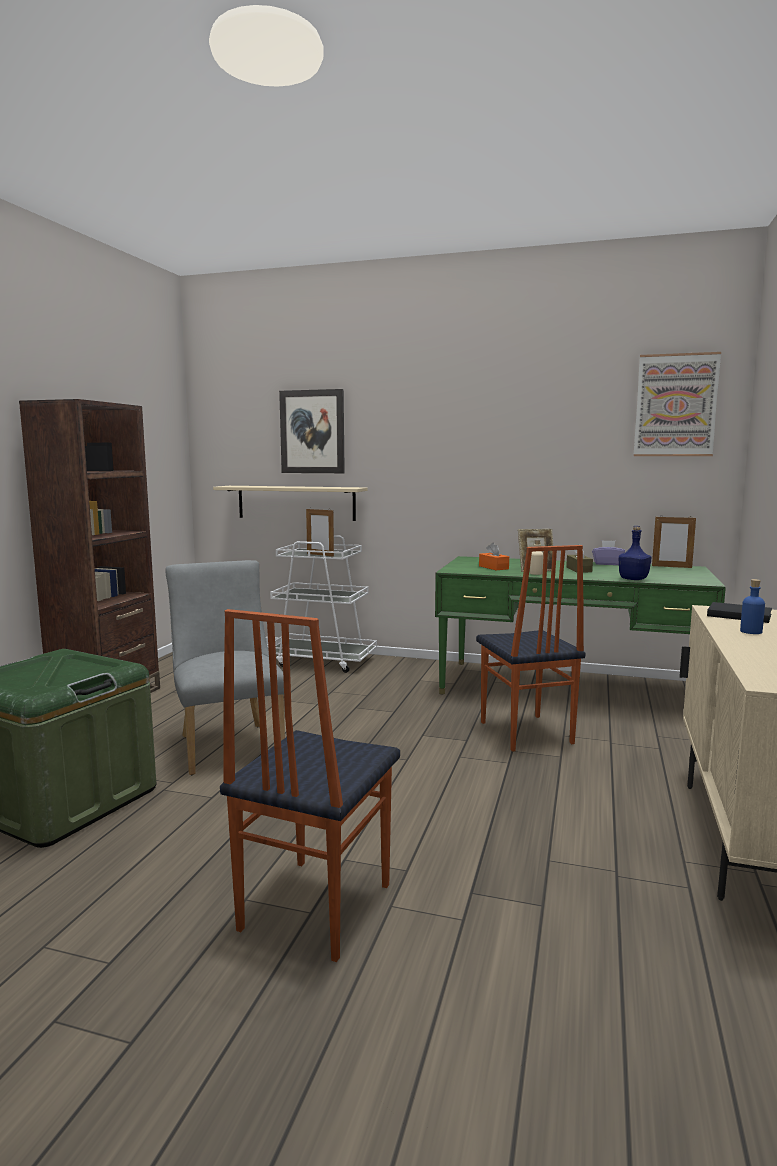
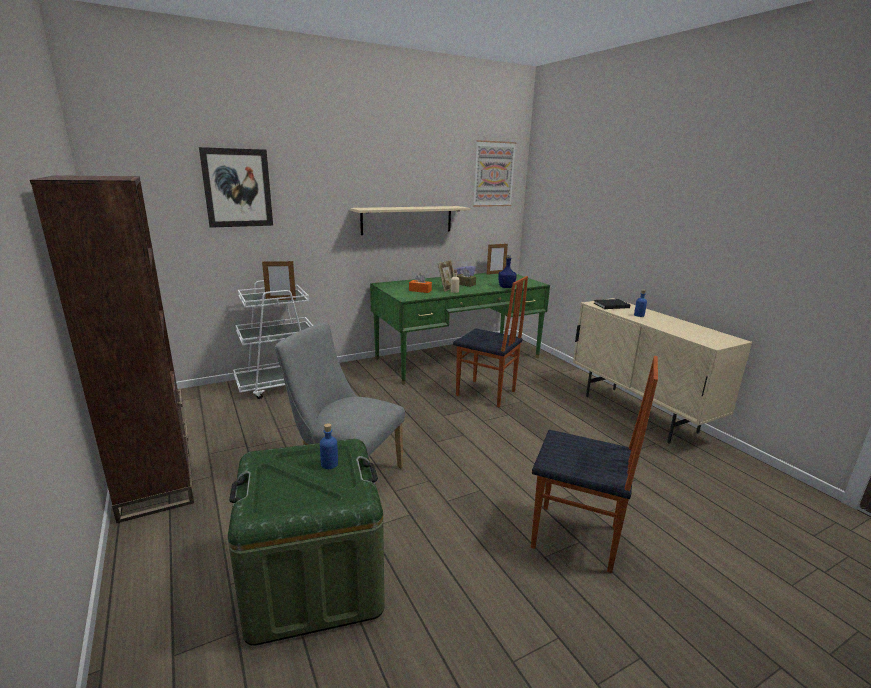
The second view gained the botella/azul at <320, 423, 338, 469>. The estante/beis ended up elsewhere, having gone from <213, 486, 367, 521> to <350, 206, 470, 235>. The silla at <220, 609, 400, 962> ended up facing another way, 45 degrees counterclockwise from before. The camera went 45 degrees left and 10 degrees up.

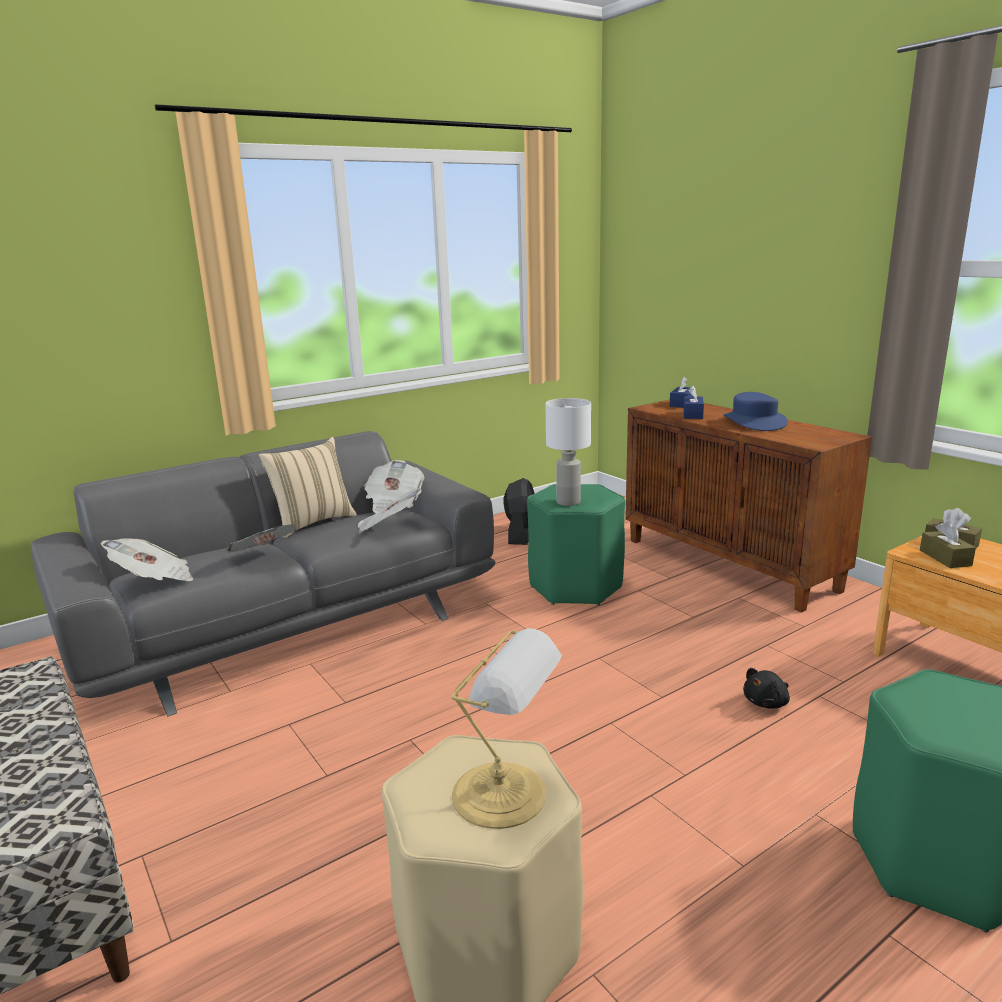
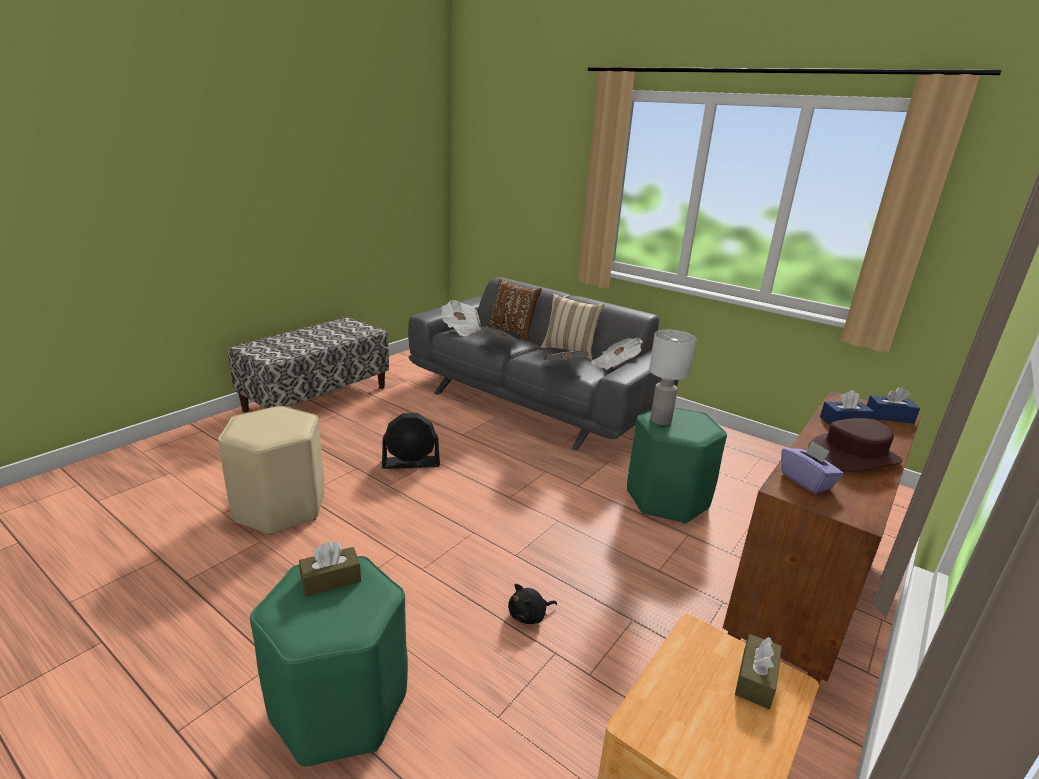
The caja de pañuelos/marrón ended up elsewhere, having gone from <920, 521, 976, 568> to <299, 541, 361, 597>. The ventilador/negro ended up elsewhere, having gone from <503, 478, 535, 545> to <382, 413, 440, 469>. The second view gained the cojín/marrón at <487, 279, 542, 341>. The peluche/negro at <743, 668, 790, 708> ended up facing another way, 60 degrees counterclockwise from before. The second view gained the caja de pañuelos/morado at <781, 441, 844, 494>. What was the sombrero/azul at <724, 392, 788, 431> turned into the sombrero/marrón at <808, 418, 903, 472>. The second view lost the lámpara de mesa at <451, 628, 562, 829>. The camera went 70 degrees right and 5 degrees up.

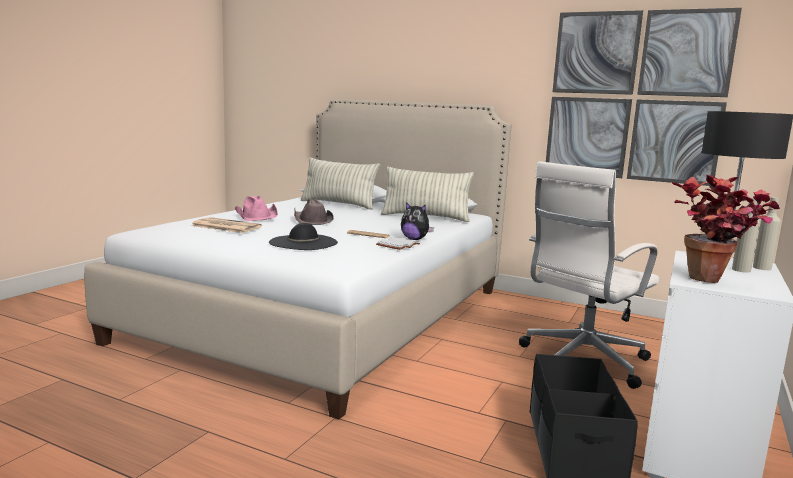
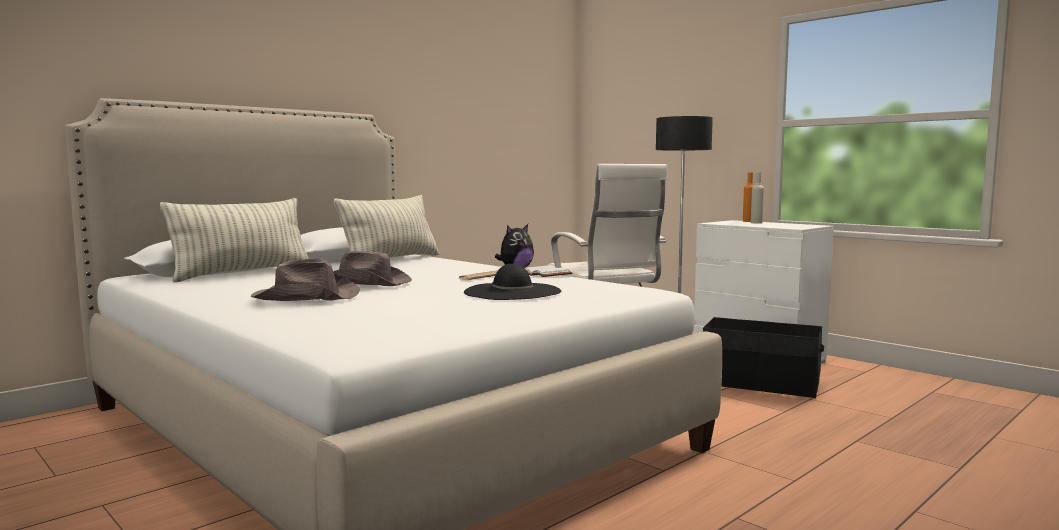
What was the sombrero/rosa at <235, 196, 278, 221> turned into the sombrero/marrón at <251, 259, 360, 301>. What was the botella/beis at <753, 197, 781, 270> turned into the botella/naranja at <743, 172, 754, 222>. The second view lost the periódico at <191, 217, 262, 233>. The second view lost the cuadro at <546, 8, 742, 186>. The second view lost the planta en maceta at <671, 174, 780, 283>. The camera went 70 degrees left and 5 degrees down.

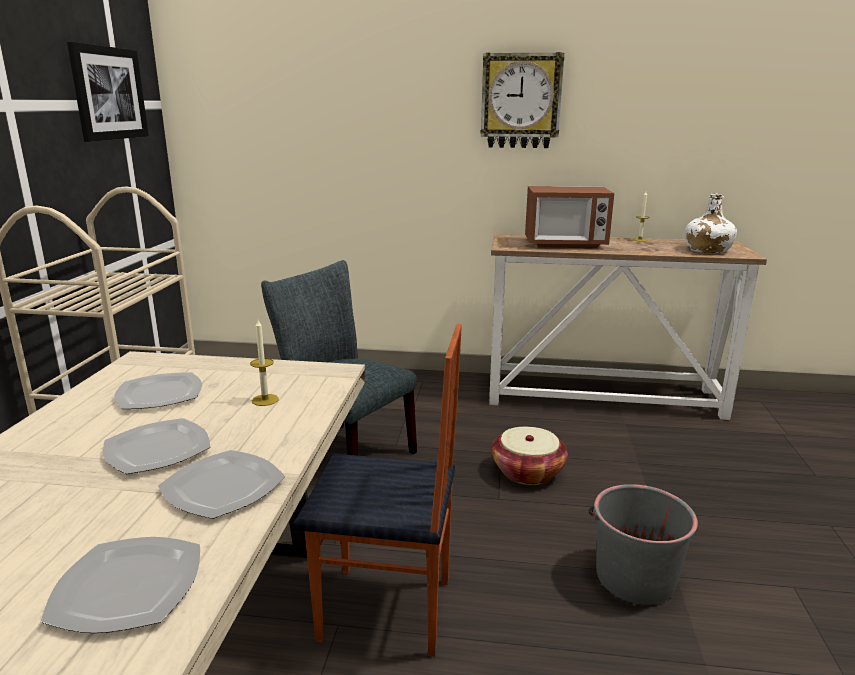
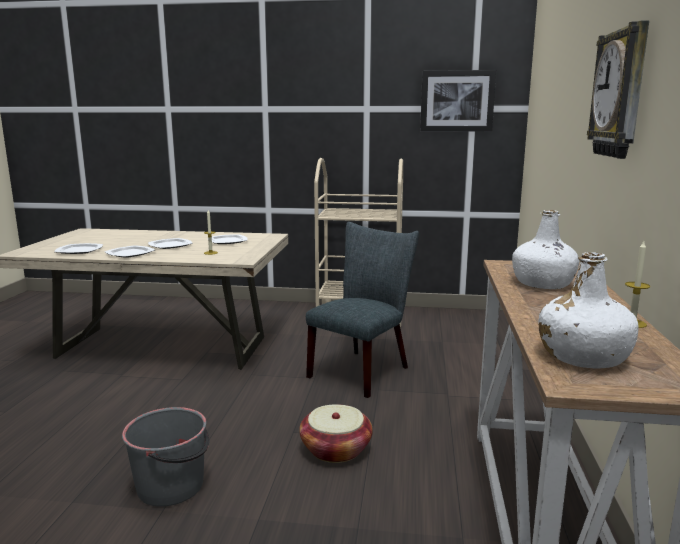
Where the microondas stood at <525, 186, 614, 248>, the botella/blanco came to stand at <512, 210, 579, 289>. The second view lost the silla at <294, 324, 462, 657>. The camera went 90 degrees right and 5 degrees down.

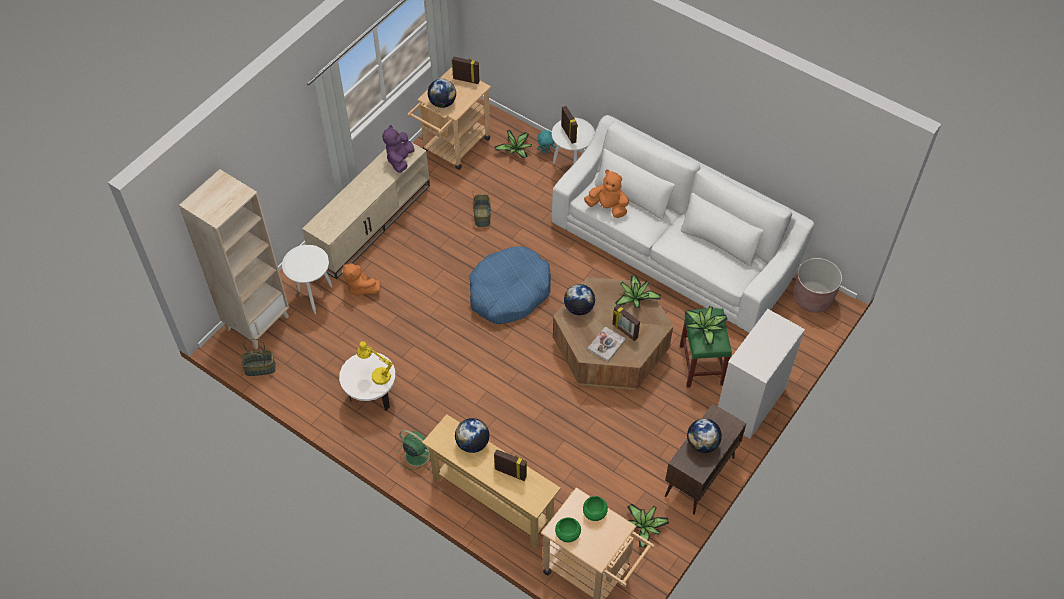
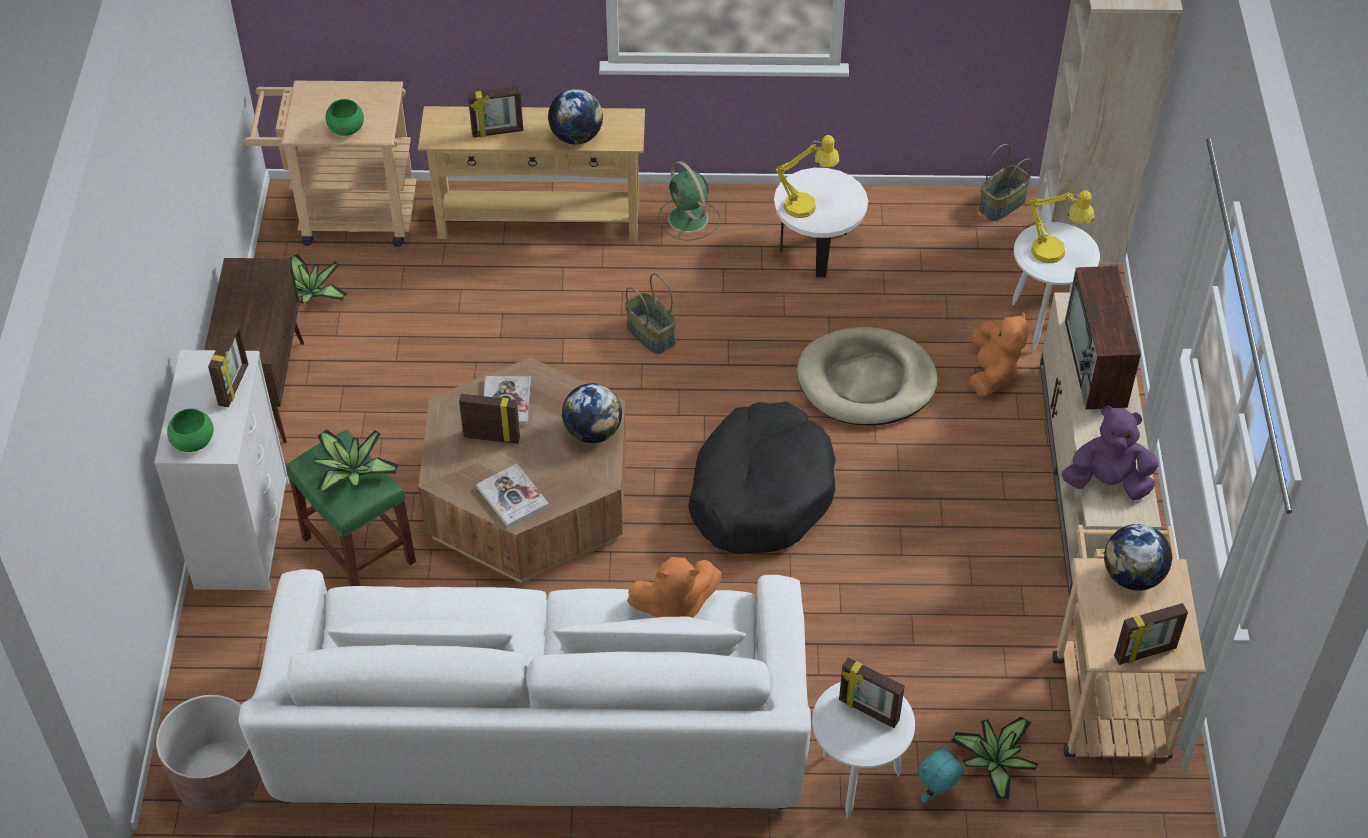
The cuenco/verde ended up elsewhere, having gone from <555, 517, 581, 542> to <167, 409, 214, 452>. The second view gained the portarretratos at <208, 323, 248, 407>. Where the planta en maceta stood at <615, 276, 661, 308>, the libro came to stand at <476, 464, 549, 528>. The cesta ended up elsewhere, having gone from <473, 190, 491, 227> to <625, 273, 676, 354>. The ventilador/verde at <397, 430, 431, 470> ended up facing another way, 60 degrees clockwise from before. What was the cama para perro/azul at <469, 246, 551, 324> turned into the cama para perro/negro at <688, 402, 836, 554>. The second view gained the cama para perro/beis at <797, 327, 938, 426>. The peluche/naranja at <343, 263, 380, 296> ended up facing another way, 90 degrees clockwise from before. The second view gained the lámpara de mesa/amarillo at <1029, 190, 1095, 263>. The peluche/morado at <382, 125, 415, 173> ended up facing another way, 60 degrees counterclockwise from before. The second view gained the televisor at <1065, 266, 1141, 410>. The second view lost the globo terráqueo at <687, 419, 722, 453>. The camera went 145 degrees right and 5 degrees down.

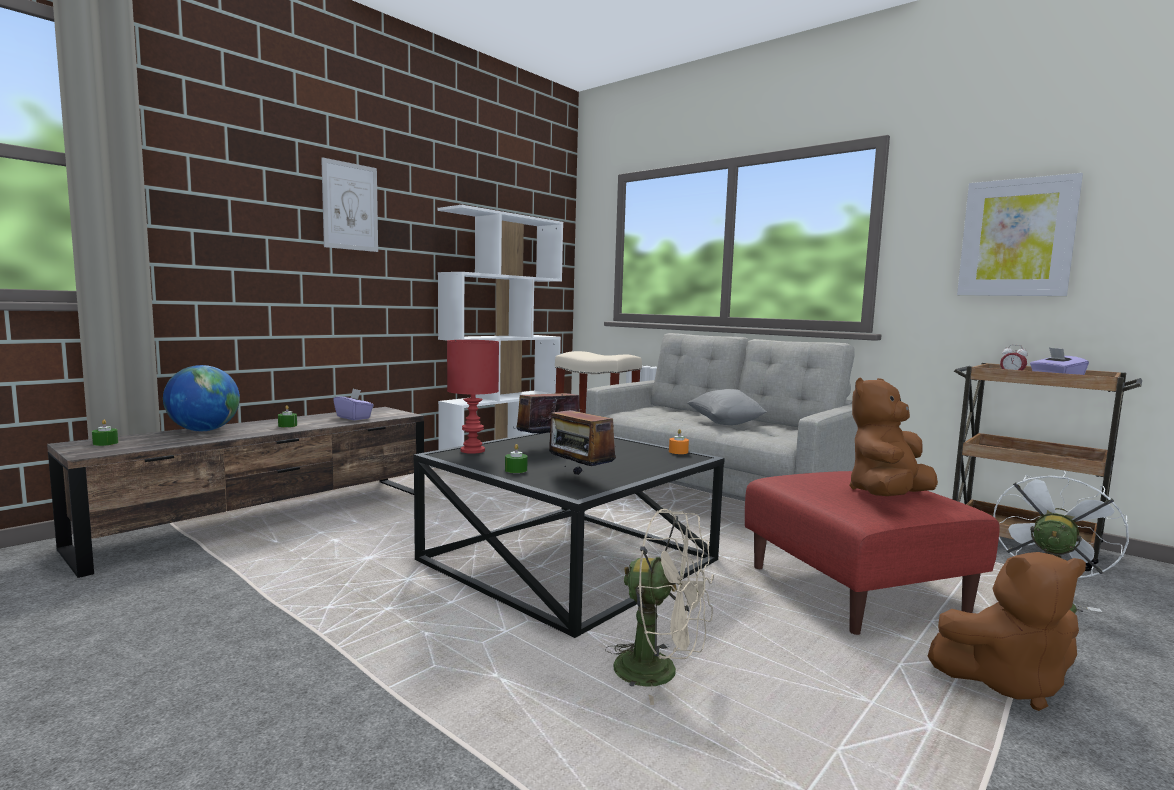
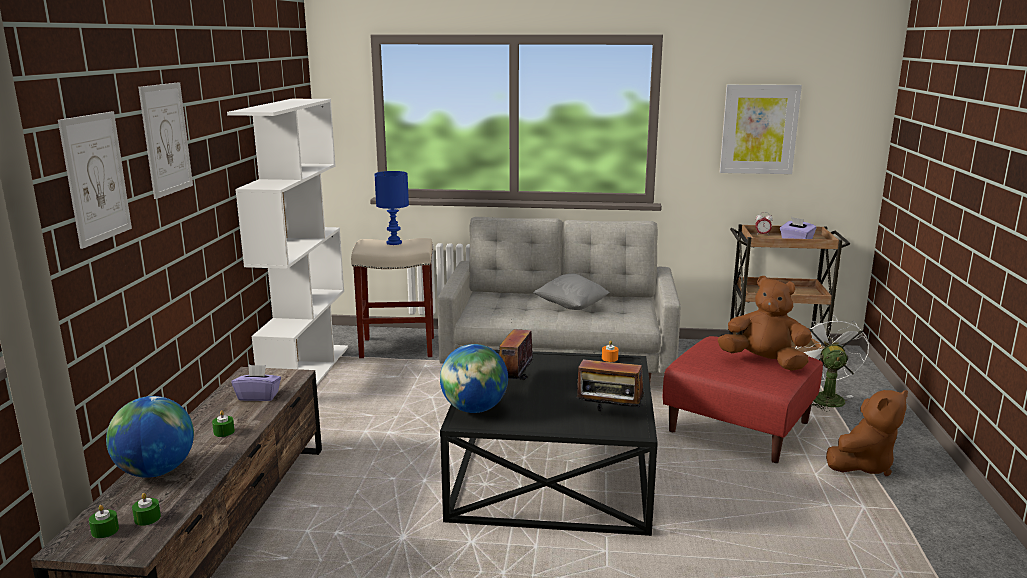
The second view gained the cuadro at <58, 111, 132, 249>. The vela/verde ended up elsewhere, having gone from <505, 444, 528, 473> to <132, 493, 161, 526>. The second view gained the lámpara de mesa/azul at <374, 171, 409, 245>. Where the lámpara de mesa/rojo stood at <447, 340, 499, 454>, the globo terráqueo came to stand at <440, 344, 508, 413>. The peluche/marrón at <849, 377, 938, 496> ended up facing another way, 105 degrees clockwise from before. The second view lost the ventilador/beis at <605, 509, 714, 705>. The camera went 35 degrees left and 10 degrees up.

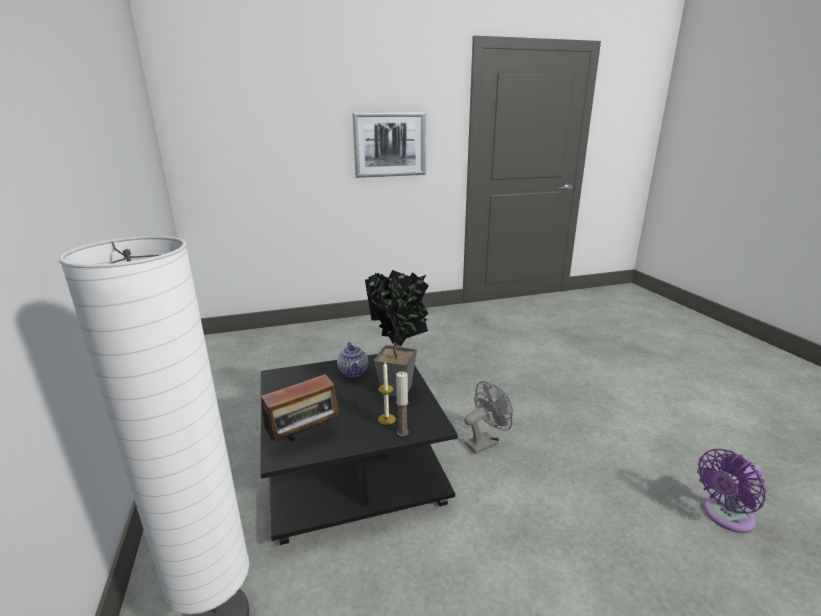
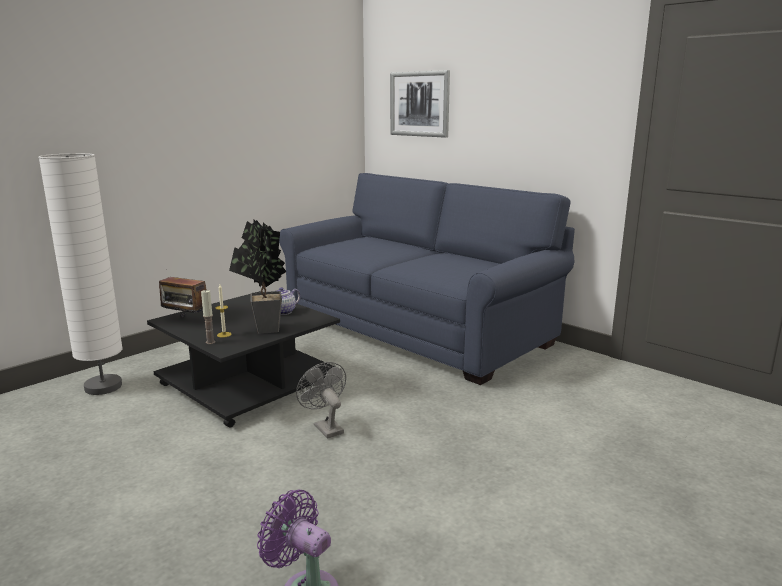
The second view gained the sofá/azul at <279, 173, 575, 385>. The ventilador/gris at <464, 381, 513, 454> ended up facing another way, 150 degrees counterclockwise from before. The cuadro ended up elsewhere, having gone from <352, 112, 426, 178> to <390, 70, 450, 138>. The camera went 60 degrees right and 5 degrees down.

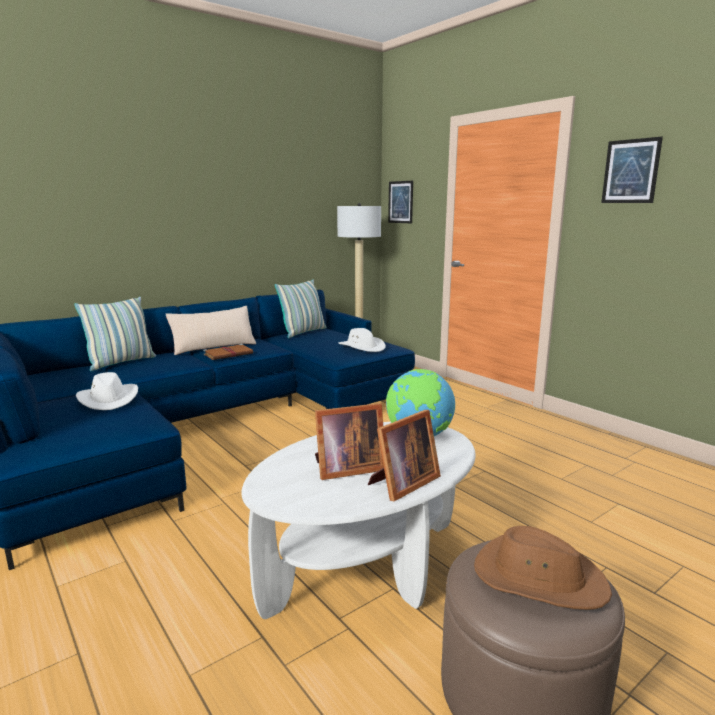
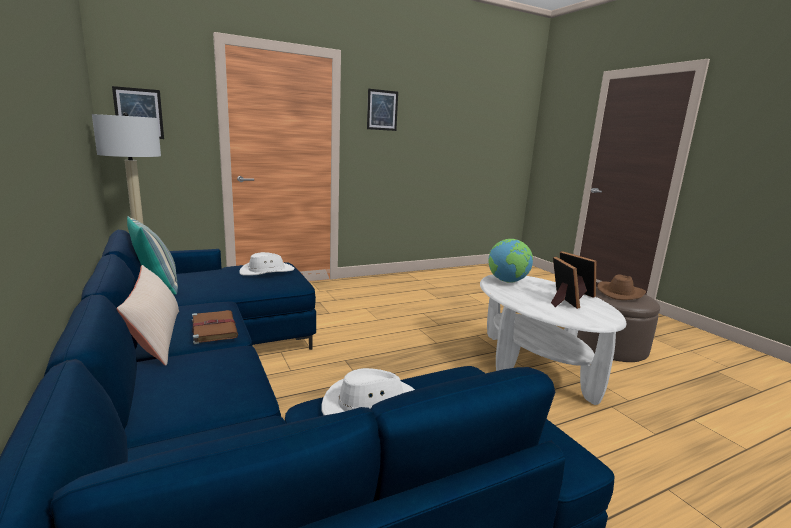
The second view lost the cojín at <74, 297, 156, 371>. The camera went 80 degrees left and 0 degrees up.

